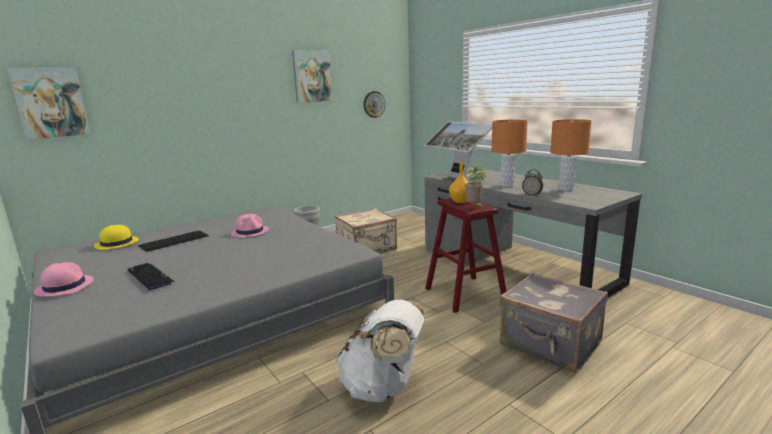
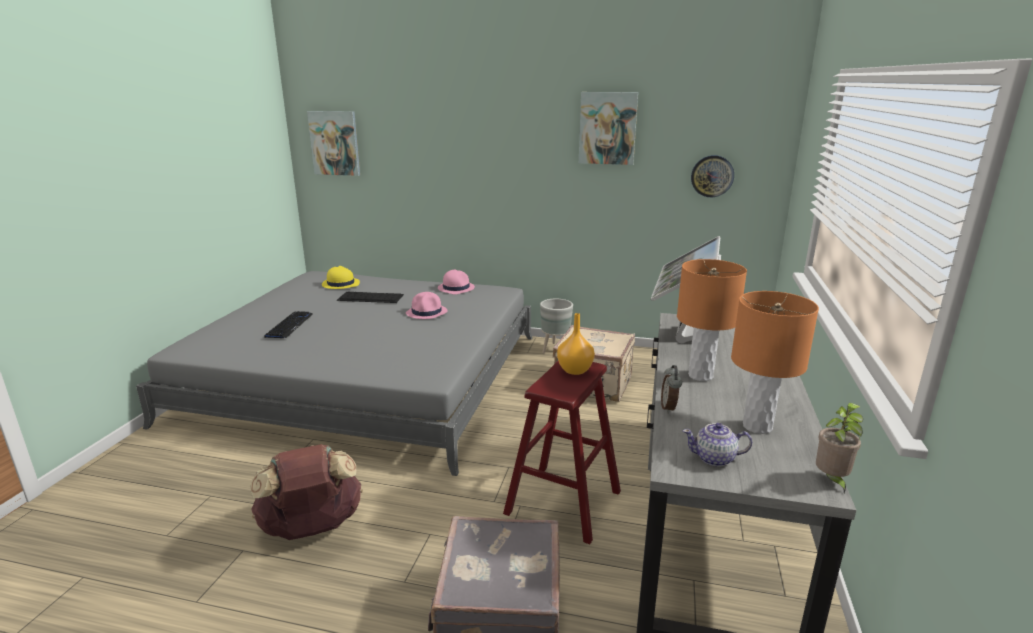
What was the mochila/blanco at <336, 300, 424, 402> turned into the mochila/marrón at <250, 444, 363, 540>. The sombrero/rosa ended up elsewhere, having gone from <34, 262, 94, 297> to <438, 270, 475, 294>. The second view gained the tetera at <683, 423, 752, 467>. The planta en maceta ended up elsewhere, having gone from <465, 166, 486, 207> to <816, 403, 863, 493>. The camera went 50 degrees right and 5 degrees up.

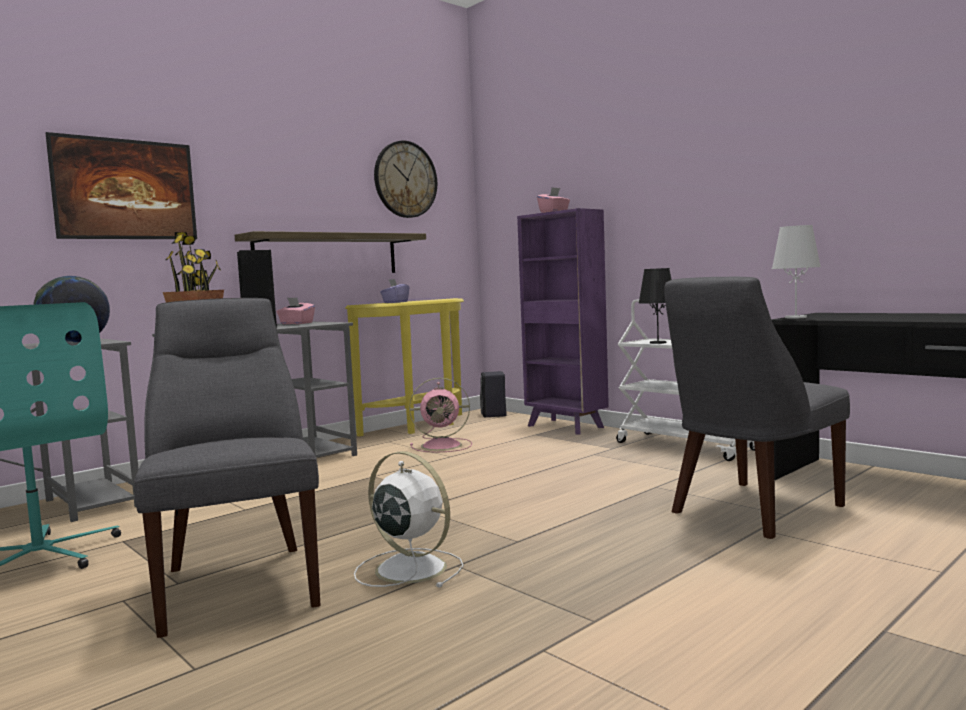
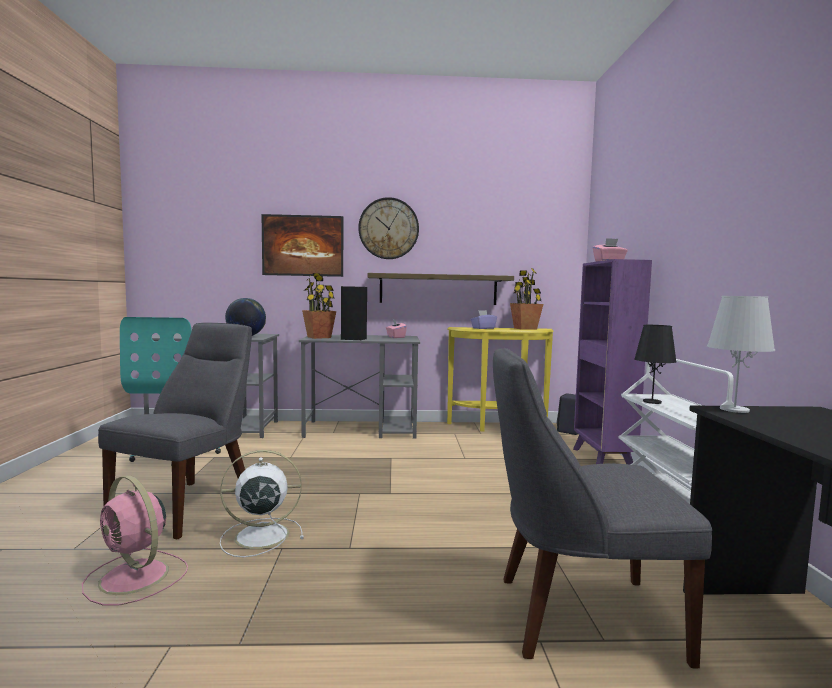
The ventilador/rosa ended up elsewhere, having gone from <409, 378, 472, 453> to <82, 475, 188, 606>. The ventilador/blanco at <354, 451, 464, 588> ended up facing another way, 90 degrees counterclockwise from before. The reloj de pared ended up elsewhere, having gone from <374, 140, 437, 218> to <358, 197, 419, 259>. The second view gained the planta en maceta at <510, 268, 543, 330>. The camera went 40 degrees right and 0 degrees up.

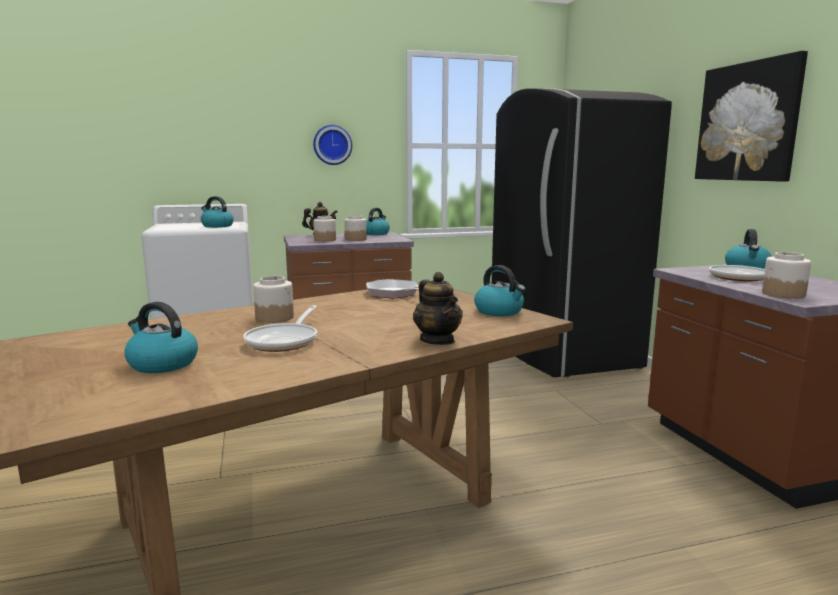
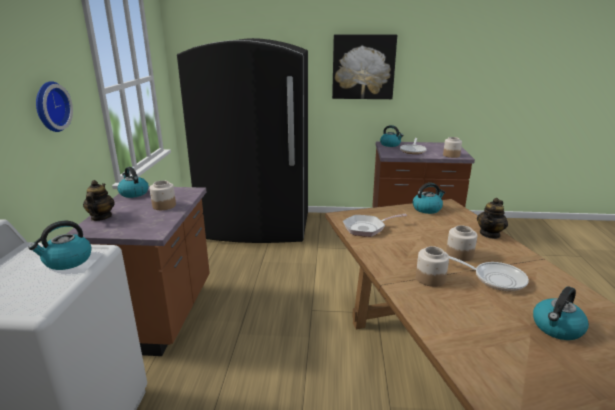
The tarro ended up elsewhere, having gone from <313, 216, 336, 242> to <446, 225, 477, 261>. The tetera at <413, 272, 463, 345> ended up facing another way, 135 degrees clockwise from before. The camera went 70 degrees left and 10 degrees up.

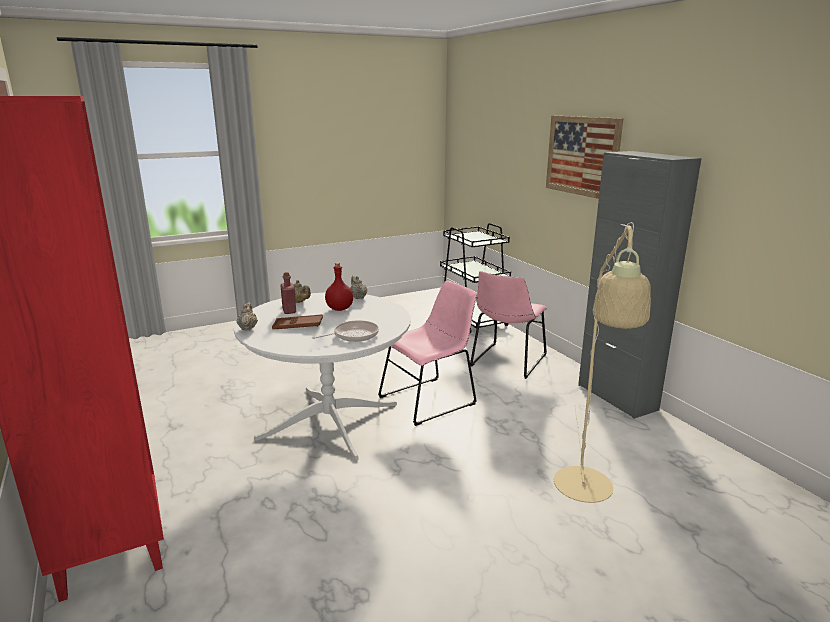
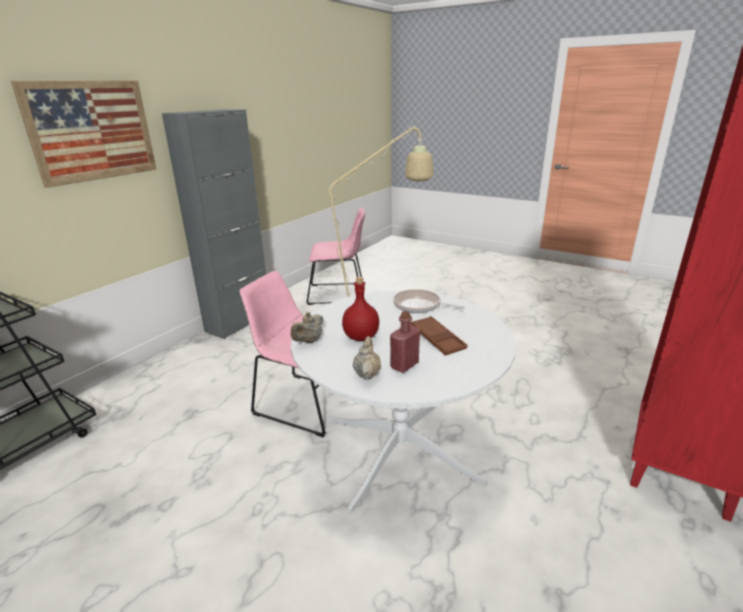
The silla/rosa ended up elsewhere, having gone from <470, 271, 547, 379> to <306, 207, 365, 305>. The second view lost the tetera/beis at <237, 302, 258, 331>. The camera went 120 degrees left and 5 degrees up.

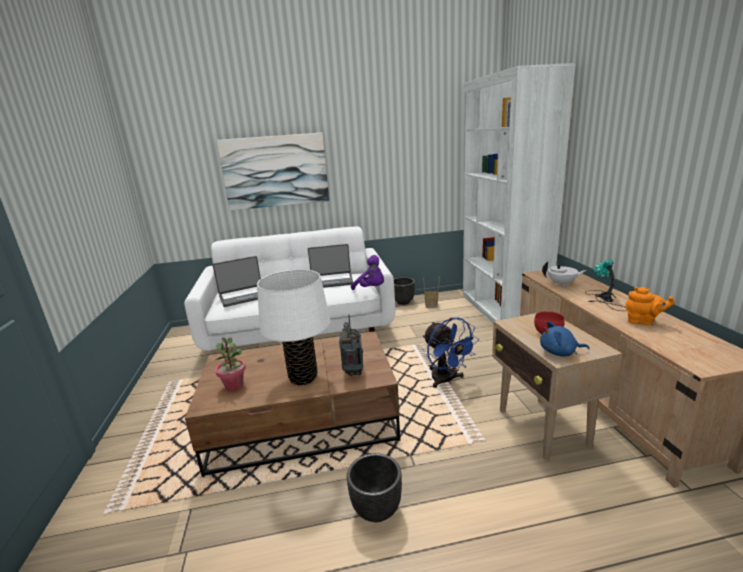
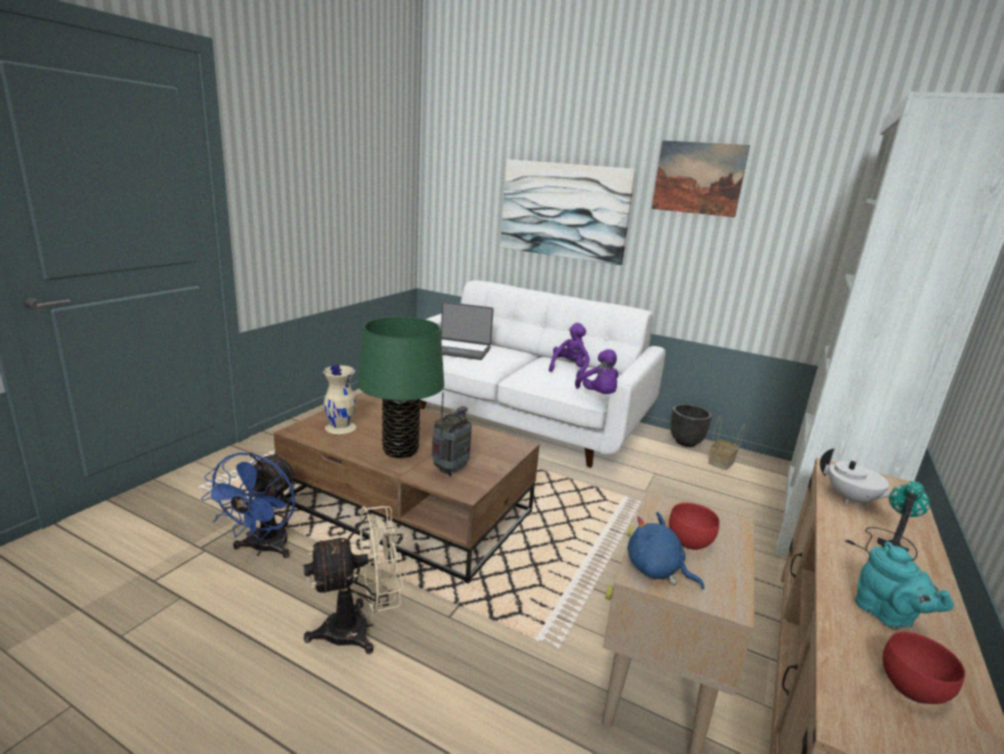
The ventilador/azul ended up elsewhere, having gone from <423, 318, 479, 388> to <201, 452, 296, 558>. Where the maceta/negro stood at <347, 453, 402, 522>, the ventilador/beis came to stand at <304, 506, 404, 654>. Where the planta en maceta stood at <215, 338, 246, 391>, the florero/beis came to stand at <323, 365, 356, 434>. What was the lámpara de mesa/blanco at <257, 269, 331, 385> turned into the lámpara de mesa/verde at <358, 317, 444, 458>. Where the portátil stood at <308, 244, 353, 288>, the peluche/morado came to stand at <549, 323, 590, 378>. The second view gained the cuadro at <652, 140, 750, 217>. What was the tetera/naranja at <625, 287, 674, 326> turned into the tetera/turquesa at <855, 542, 954, 629>. The second view gained the cuenco/rojo at <883, 632, 965, 704>. The camera went 35 degrees right and 0 degrees up.

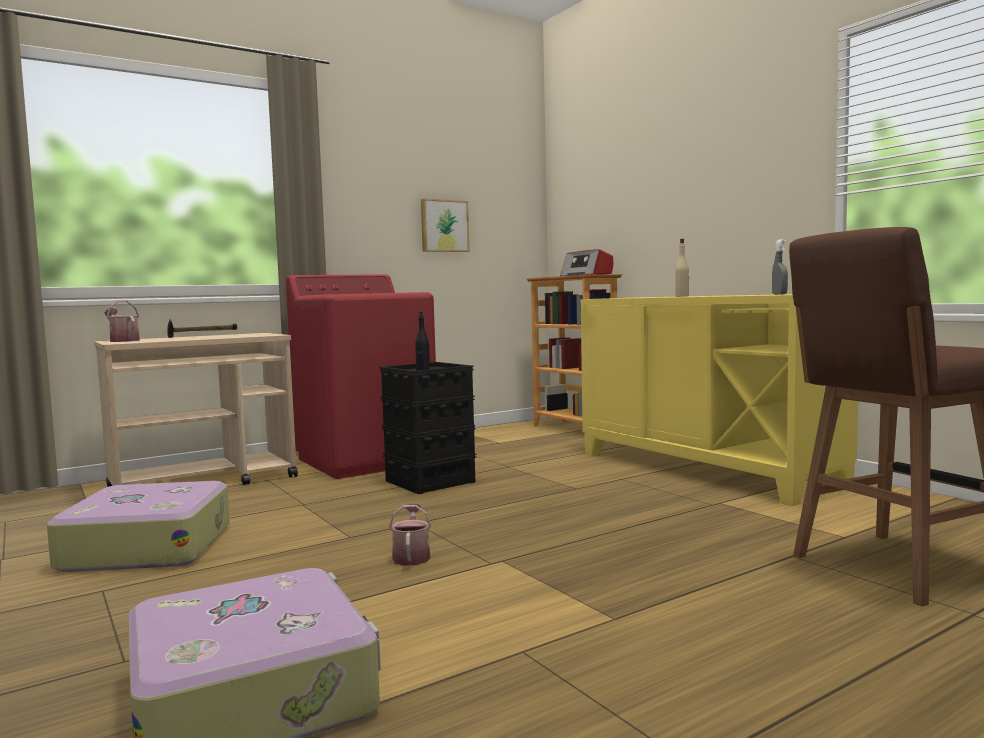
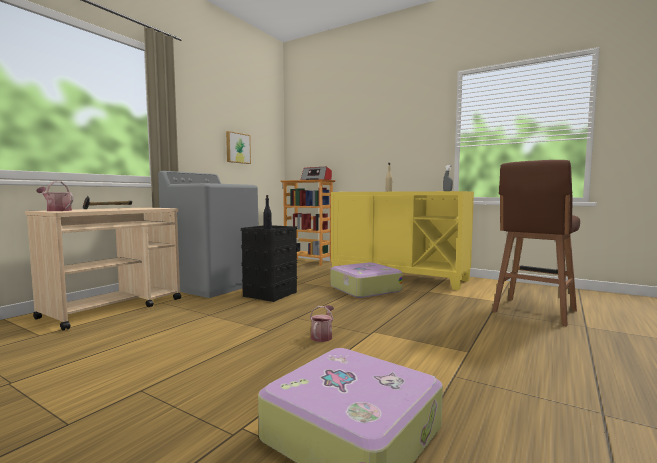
What was the lavadora/rojo at <286, 274, 436, 479> turned into the lavadora/gris at <158, 171, 258, 298>. The regadera at <389, 504, 431, 566> ended up facing another way, 45 degrees clockwise from before. The maleta ended up elsewhere, having gone from <47, 481, 230, 572> to <330, 262, 403, 298>. The camera went 25 degrees left and 0 degrees up.

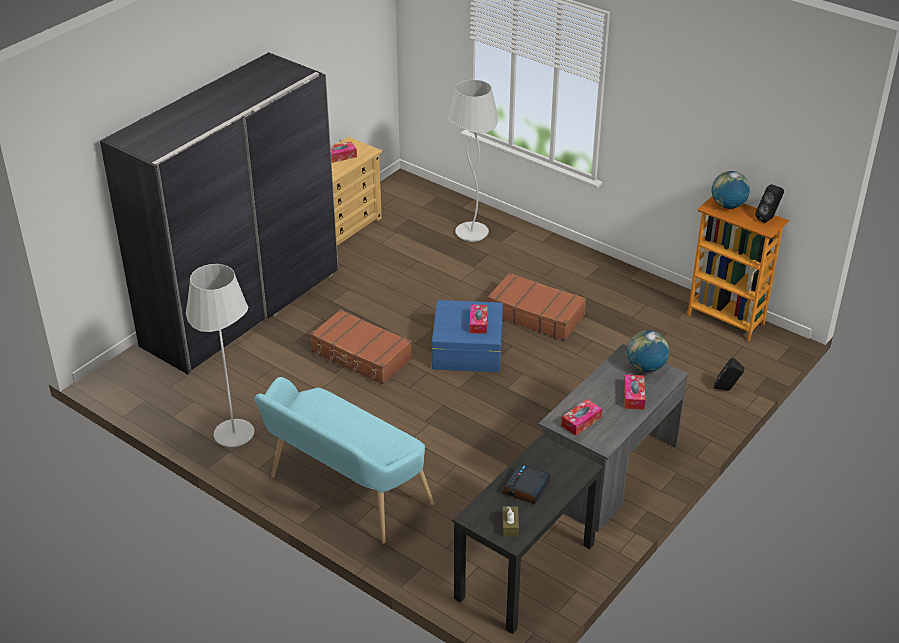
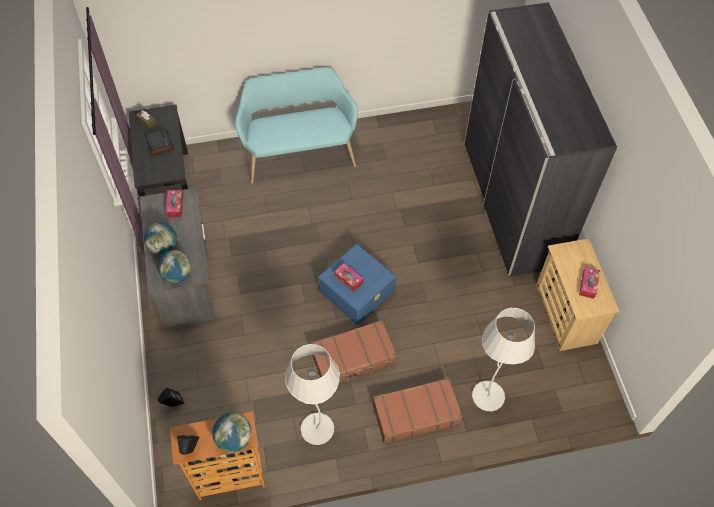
Where the caja de pañuelos stood at <624, 375, 645, 410>, the globo terráqueo came to stand at <144, 222, 177, 255>. The lámpara de pie/blanco ended up elsewhere, having gone from <186, 264, 254, 447> to <285, 344, 340, 445>. The maleta/marrón ended up elsewhere, having gone from <310, 309, 412, 385> to <373, 378, 463, 444>. The camera went 130 degrees right and 20 degrees up.

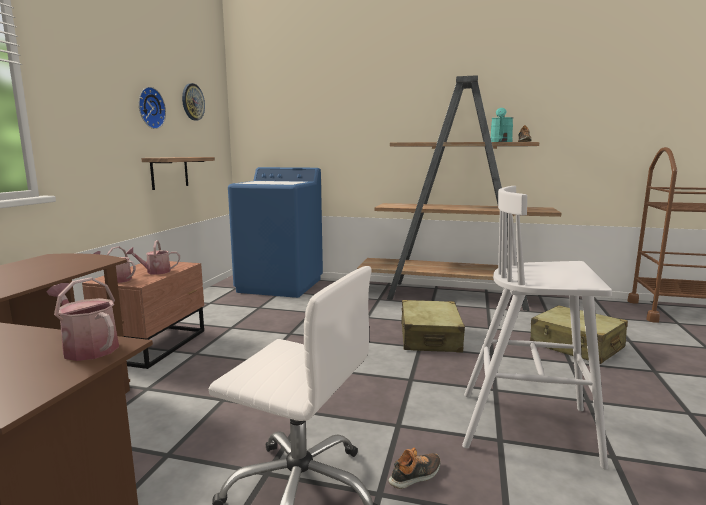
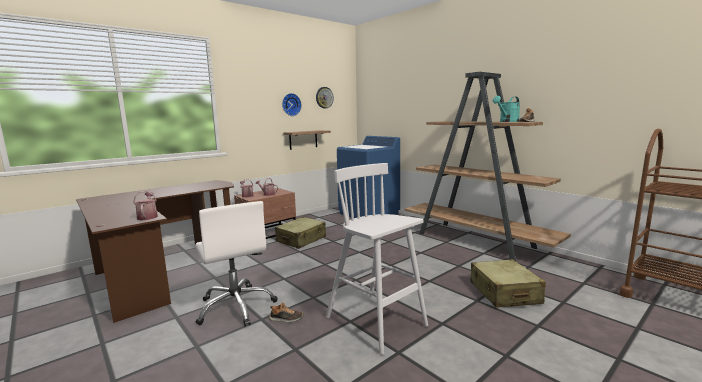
The maleta/beis ended up elsewhere, having gone from <401, 300, 465, 353> to <275, 217, 326, 249>. The camera went 35 degrees right and 0 degrees up.

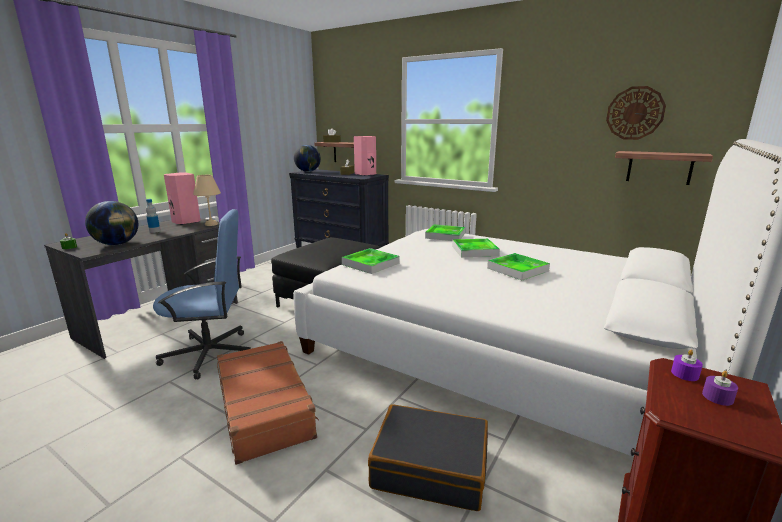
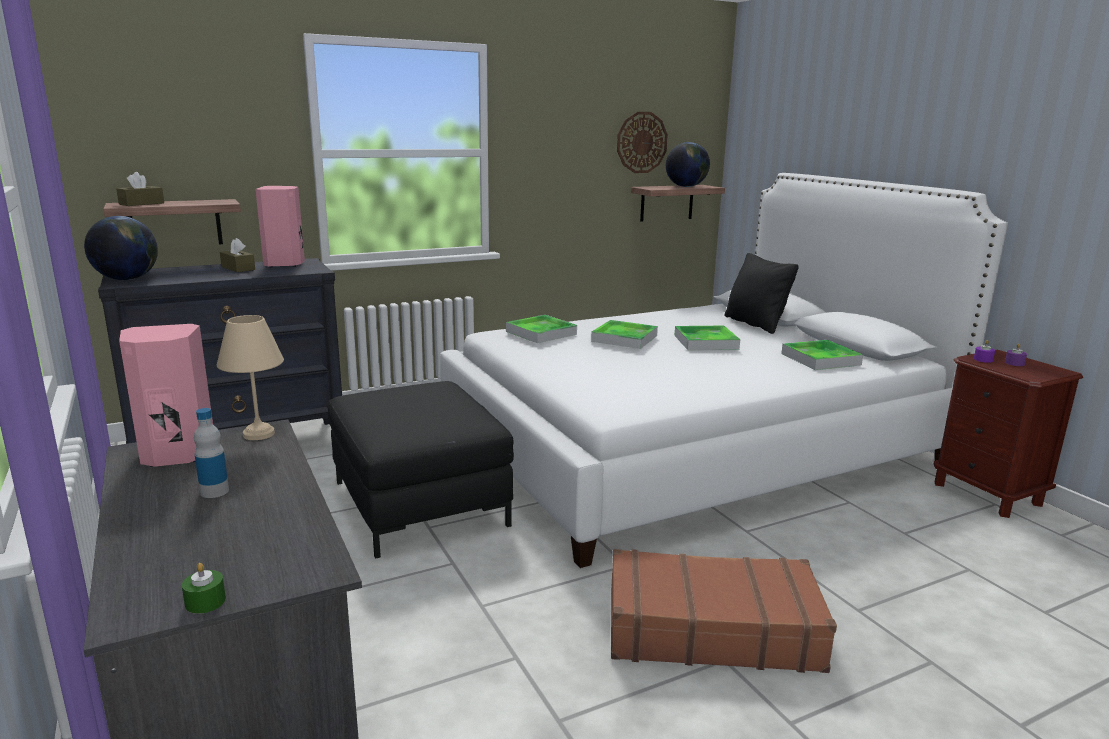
The globo terráqueo ended up elsewhere, having gone from <85, 201, 138, 245> to <666, 142, 710, 187>. The second view gained the cojín/negro at <724, 253, 799, 334>. The bandeja ended up elsewhere, having gone from <342, 248, 399, 274> to <781, 340, 863, 370>. The second view lost the silla de oficina/azul at <153, 209, 251, 380>. The second view lost the maleta/negro at <368, 404, 488, 511>. The camera went 60 degrees left and 0 degrees up.

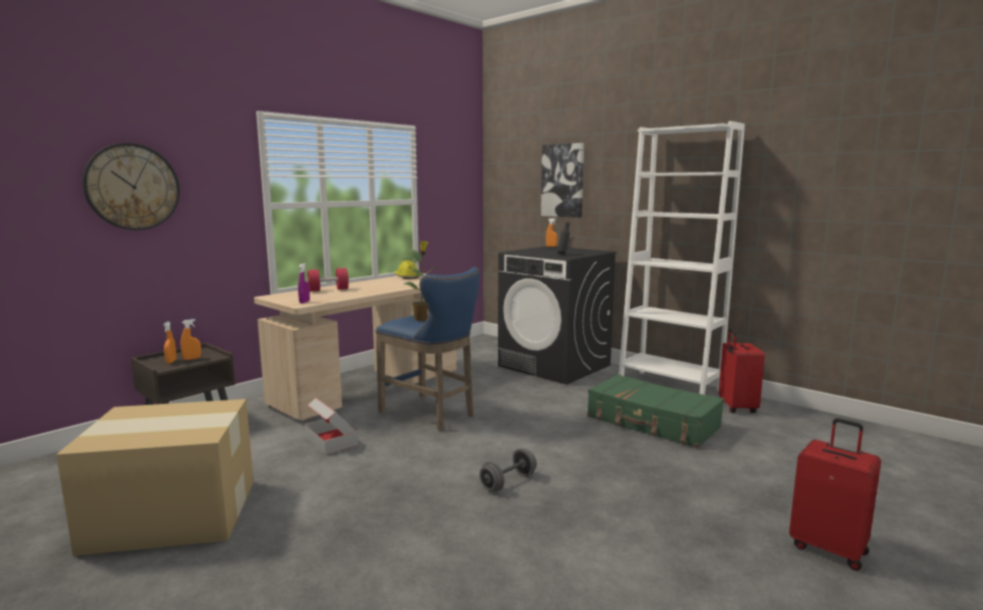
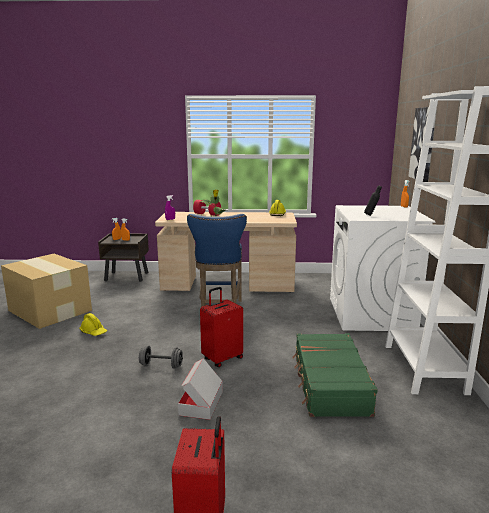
The second view gained the casco/amarillo at <79, 313, 107, 336>. The caja de cartón ended up elsewhere, having gone from <305, 398, 358, 455> to <178, 358, 223, 420>. The maleta/rojo ended up elsewhere, having gone from <719, 328, 765, 413> to <200, 287, 243, 367>. What was the lavadora/negro at <498, 246, 617, 385> turned into the lavadora/blanco at <330, 205, 436, 331>. The second view lost the reloj de pared at <82, 143, 180, 230>. The camera went 50 degrees right and 5 degrees up.

